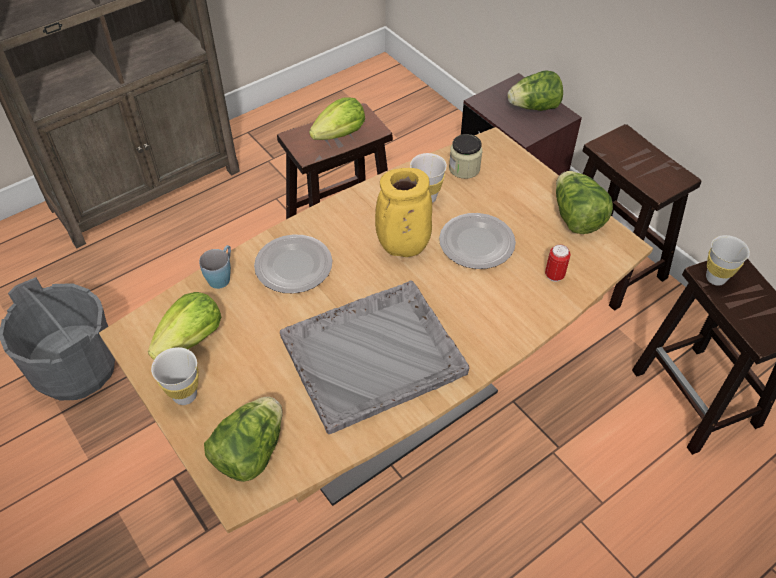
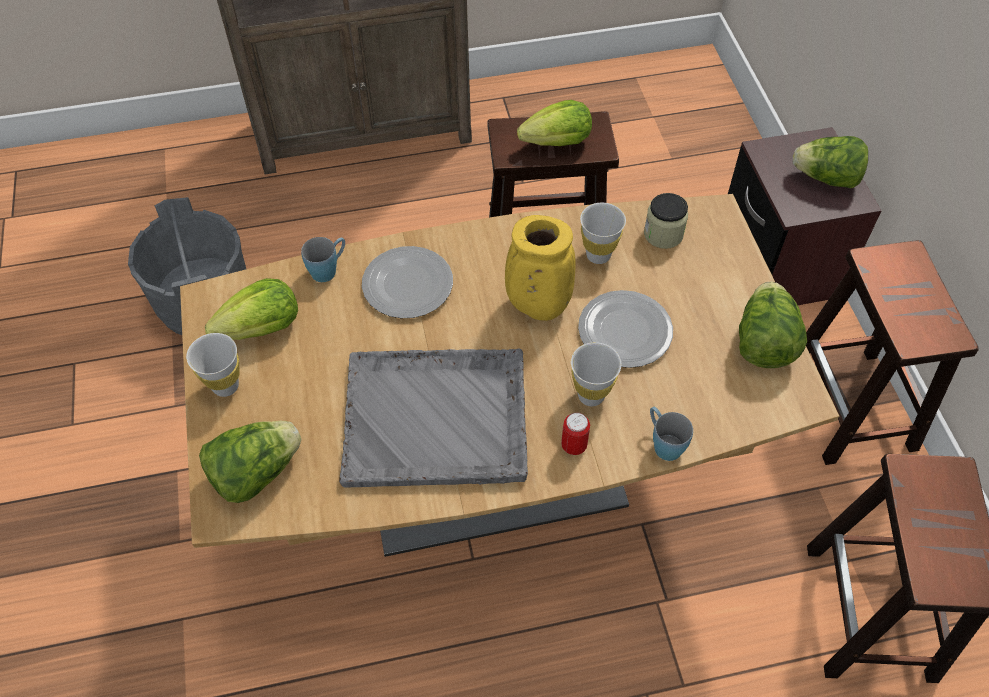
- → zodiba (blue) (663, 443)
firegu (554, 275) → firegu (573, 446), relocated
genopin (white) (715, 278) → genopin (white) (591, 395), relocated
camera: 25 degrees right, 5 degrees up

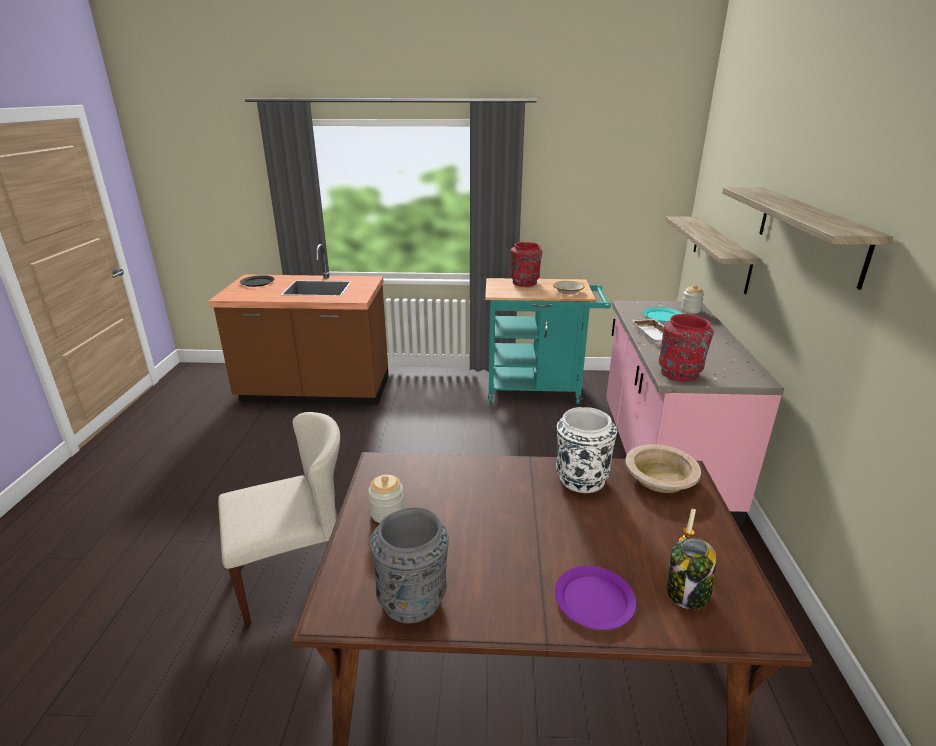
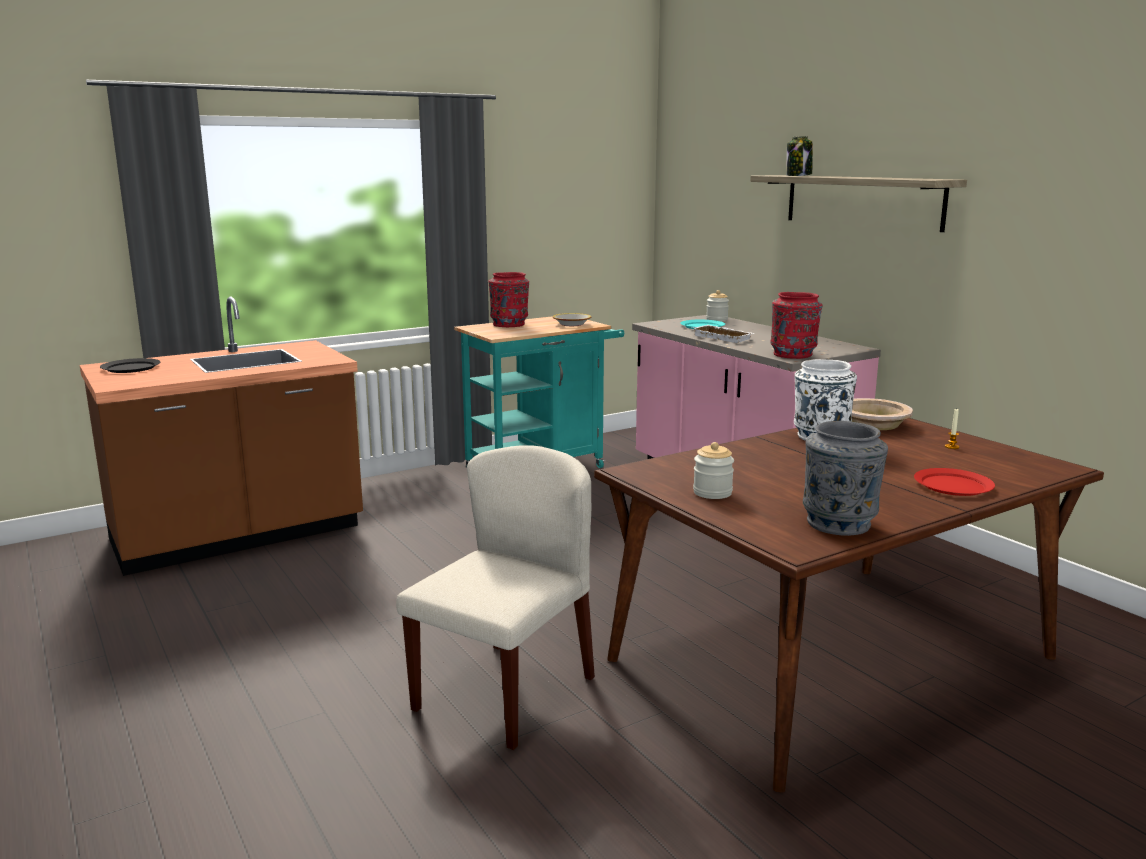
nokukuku (720, 252) → -
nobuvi (687, 593) → nobuvi (799, 175), relocated
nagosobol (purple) (594, 599) → nagosobol (red) (952, 485)
camera: 35 degrees left, 10 degrees down

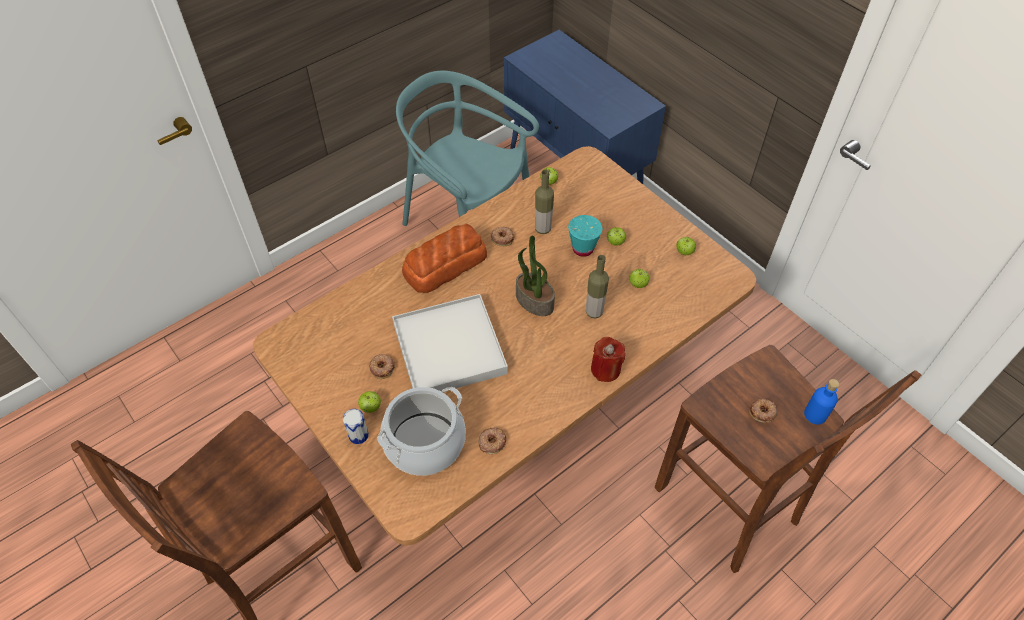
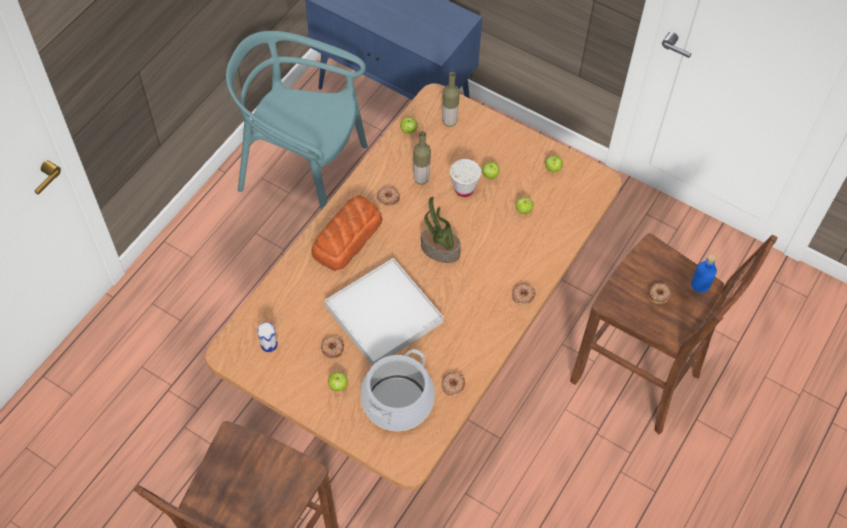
firegu (358, 435) → firegu (269, 344), relocated
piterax (594, 312) → piterax (449, 121), relocated
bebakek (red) (605, 369) → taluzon (523, 295)
genopin (turquoise) (583, 249) → genopin (white) (464, 189)
camera: 20 degrees left, 5 degrees up

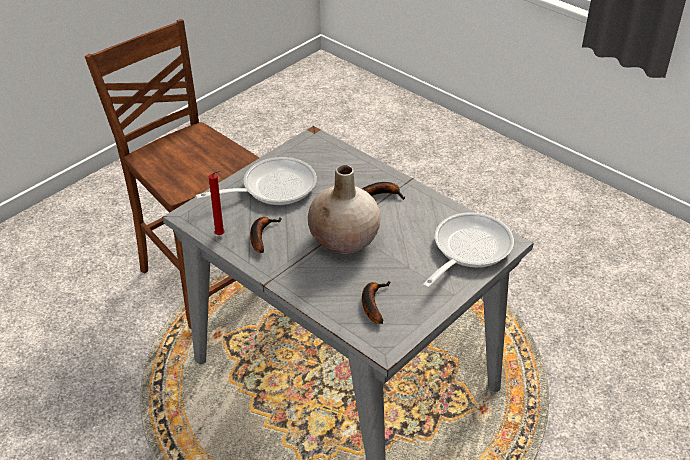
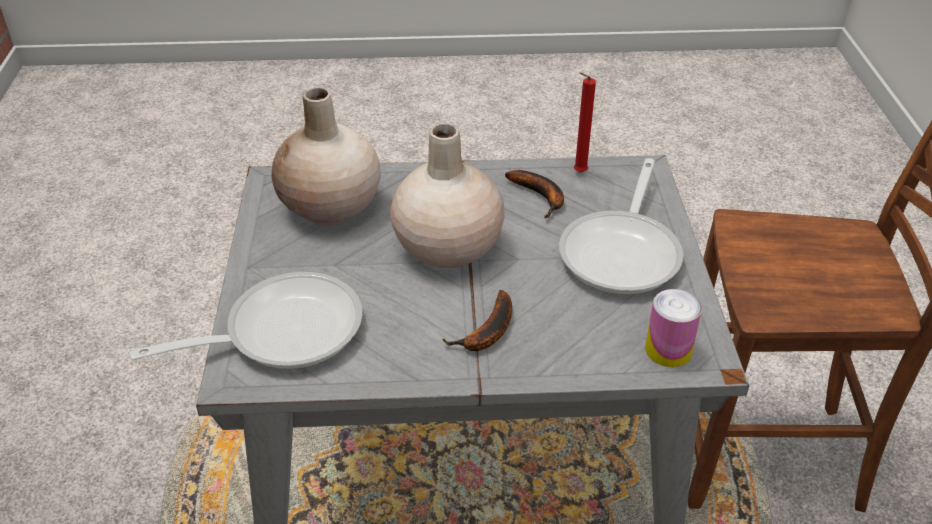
- → firegu (668, 350)
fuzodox (372, 303) → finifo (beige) (330, 207)
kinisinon (467, 250) → kinisinon (282, 331), 105 degrees counterclockwise
camera: 135 degrees right, 0 degrees up

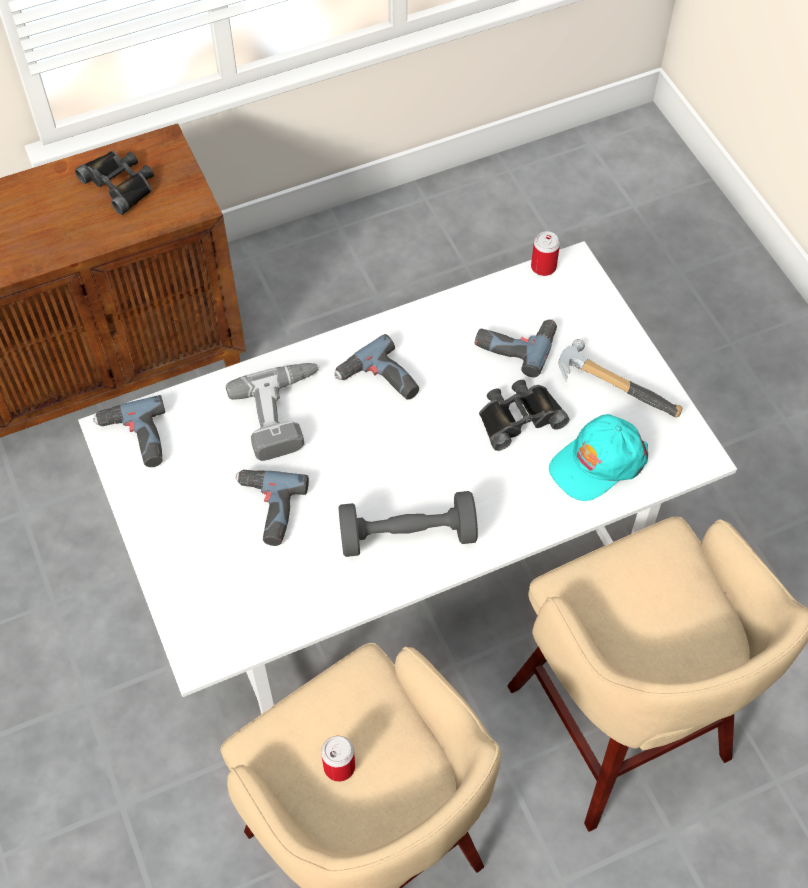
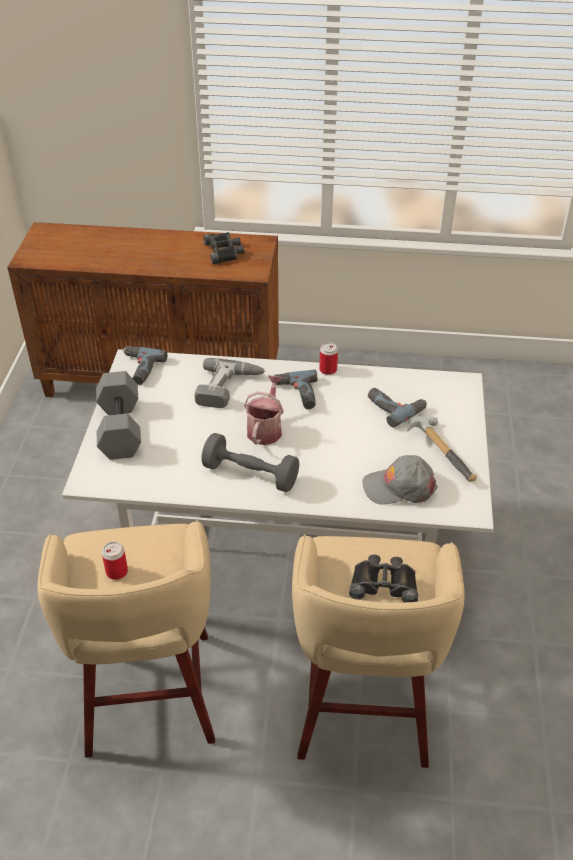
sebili (266, 510) → -
- → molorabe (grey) (118, 428)
- → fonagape (266, 428)
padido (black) (518, 417) → padido (black) (383, 583), relocated
firegu (543, 267) → firegu (328, 370), relocated
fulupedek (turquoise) (597, 462) → fulupedek (grey) (399, 487)
camera: 30 degrees right, 15 degrees down

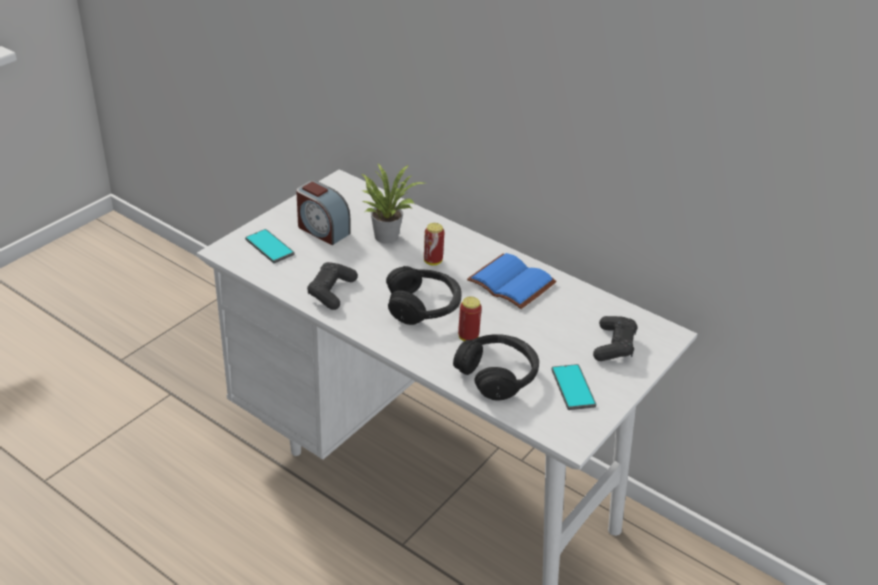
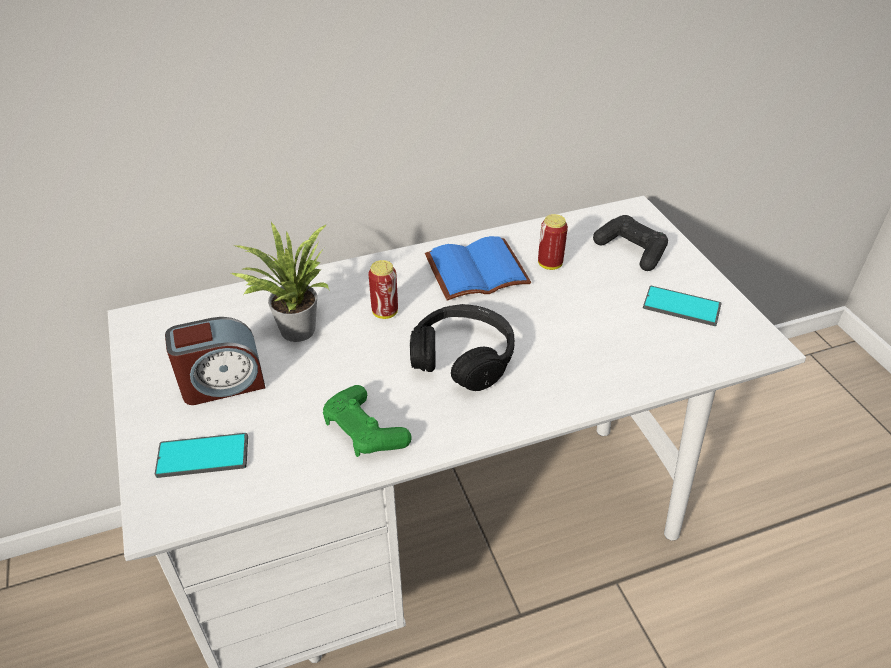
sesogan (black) (497, 375) → -
firegu (468, 337) → firegu (550, 264), relocated
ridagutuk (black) (331, 291) → ridagutuk (green) (364, 431)
camera: 55 degrees left, 5 degrees up

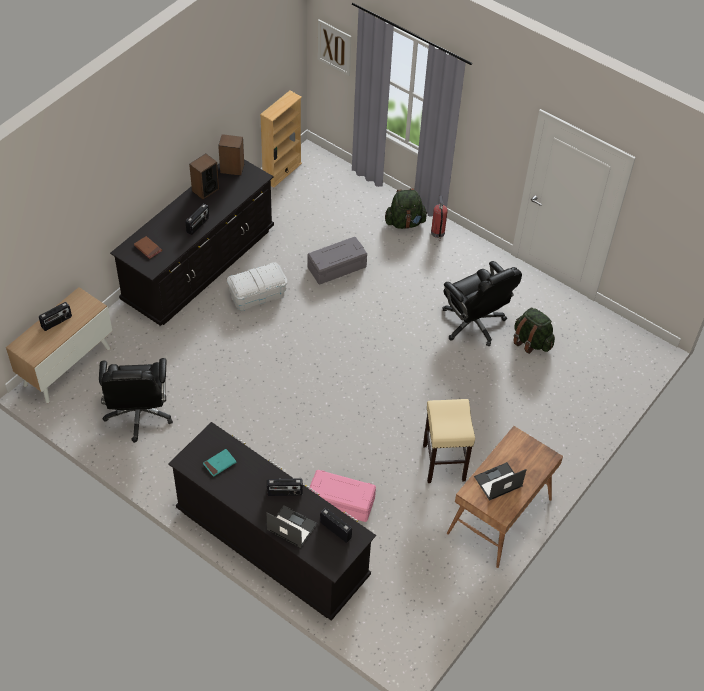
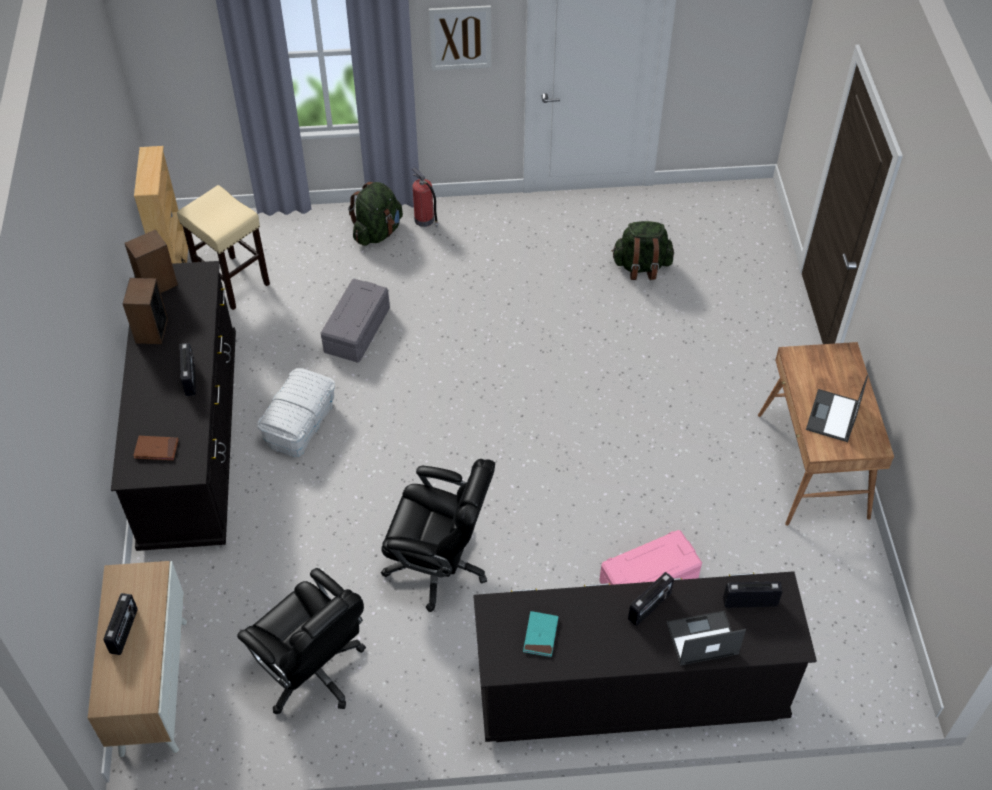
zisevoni (334, 47) → zisevoni (460, 37), relocated
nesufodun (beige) (443, 462) → nesufodun (beige) (232, 282), relocated
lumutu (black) (474, 324) → lumutu (black) (439, 565), relocated
camera: 40 degrees left, 0 degrees up

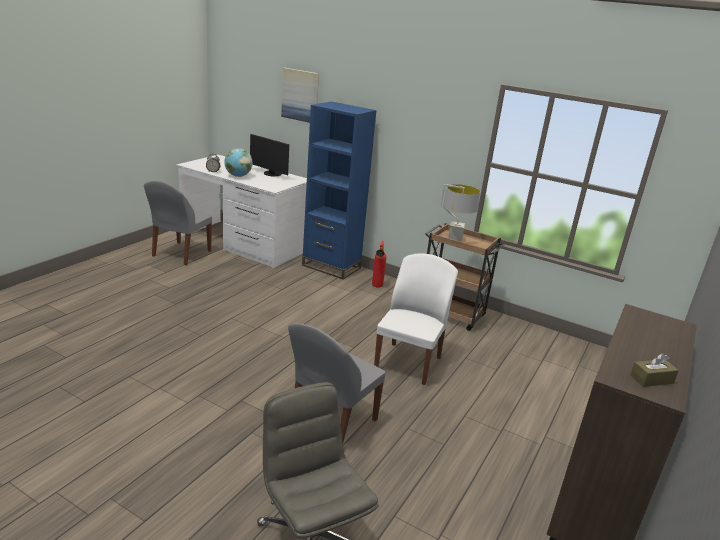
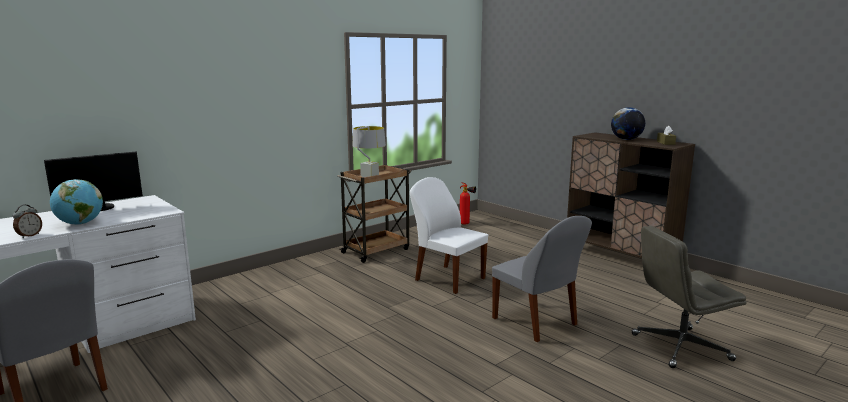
zisevoni (300, 95) → -
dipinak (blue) (331, 267) → -
- → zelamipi (626, 139)
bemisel (376, 287) → bemisel (466, 224), relocated
camera: 70 degrees left, 10 degrees down

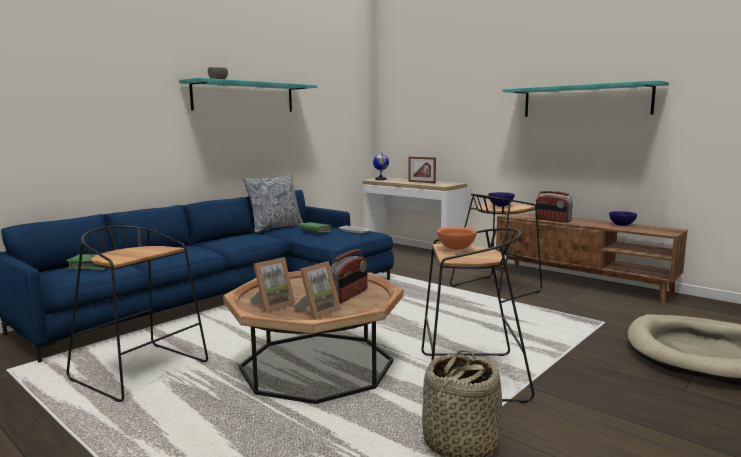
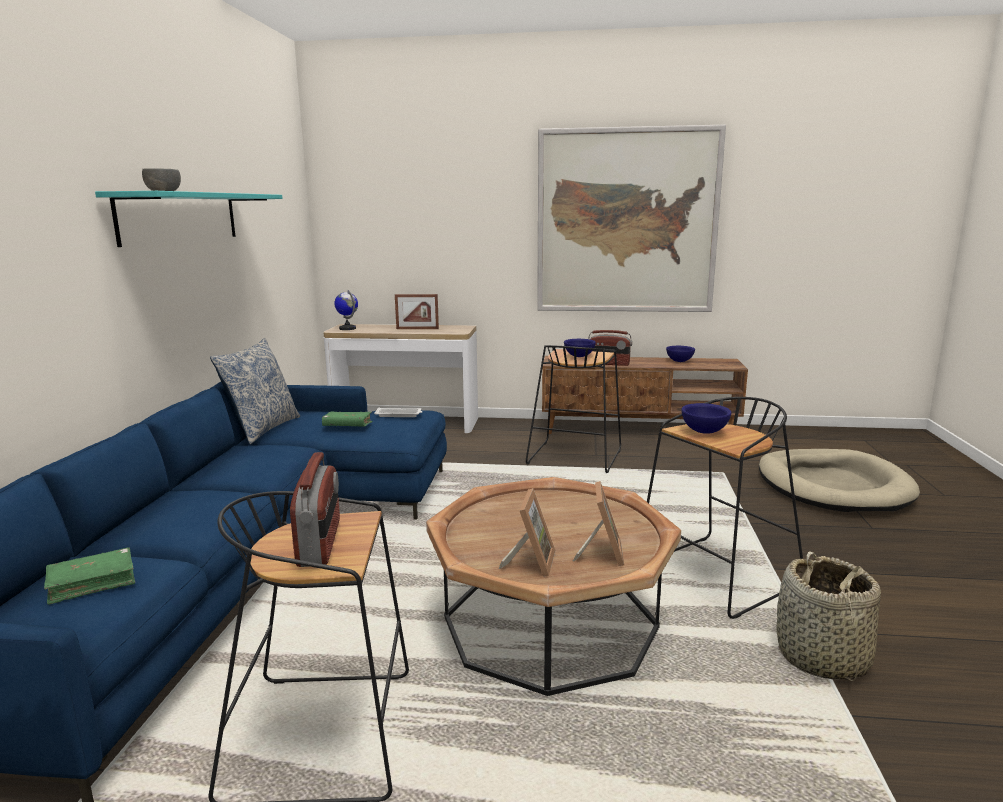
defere (349, 295) → defere (320, 543), relocated
nokukuku (turquoise) (585, 101) → zisevoni (626, 222)
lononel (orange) (457, 249) → lononel (blue) (704, 431)
camera: 35 degrees left, 5 degrees up

